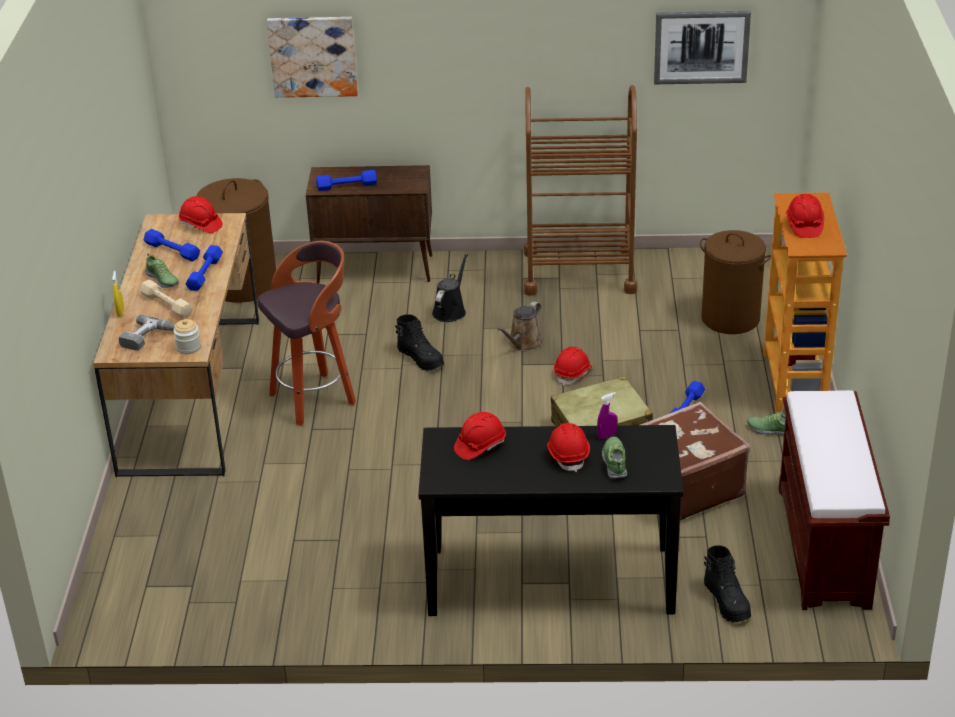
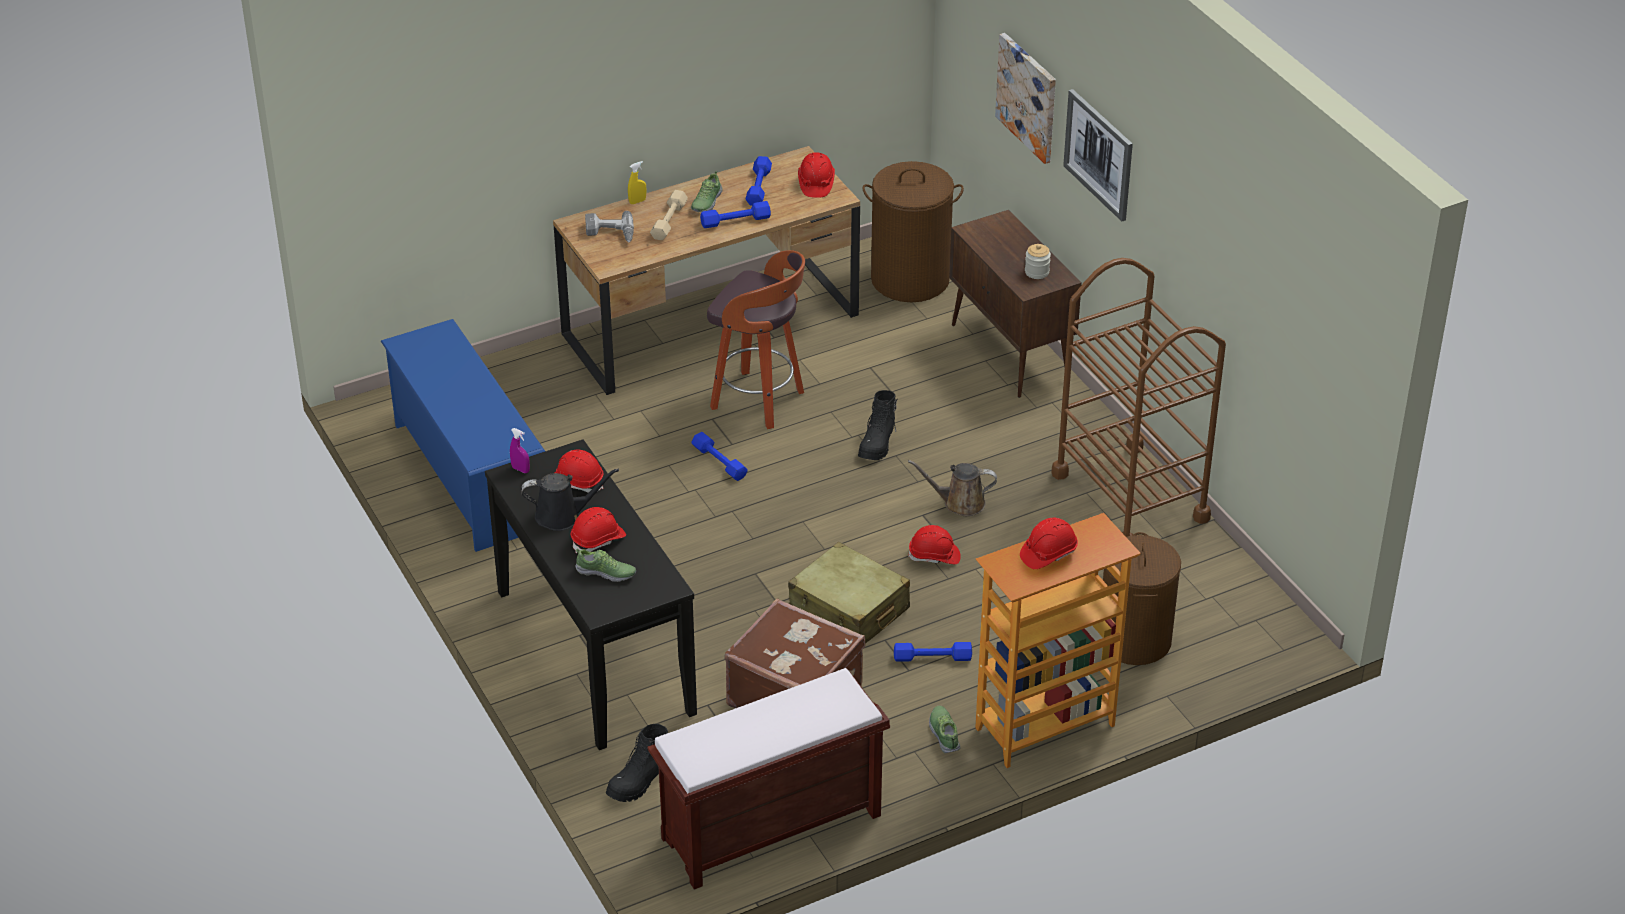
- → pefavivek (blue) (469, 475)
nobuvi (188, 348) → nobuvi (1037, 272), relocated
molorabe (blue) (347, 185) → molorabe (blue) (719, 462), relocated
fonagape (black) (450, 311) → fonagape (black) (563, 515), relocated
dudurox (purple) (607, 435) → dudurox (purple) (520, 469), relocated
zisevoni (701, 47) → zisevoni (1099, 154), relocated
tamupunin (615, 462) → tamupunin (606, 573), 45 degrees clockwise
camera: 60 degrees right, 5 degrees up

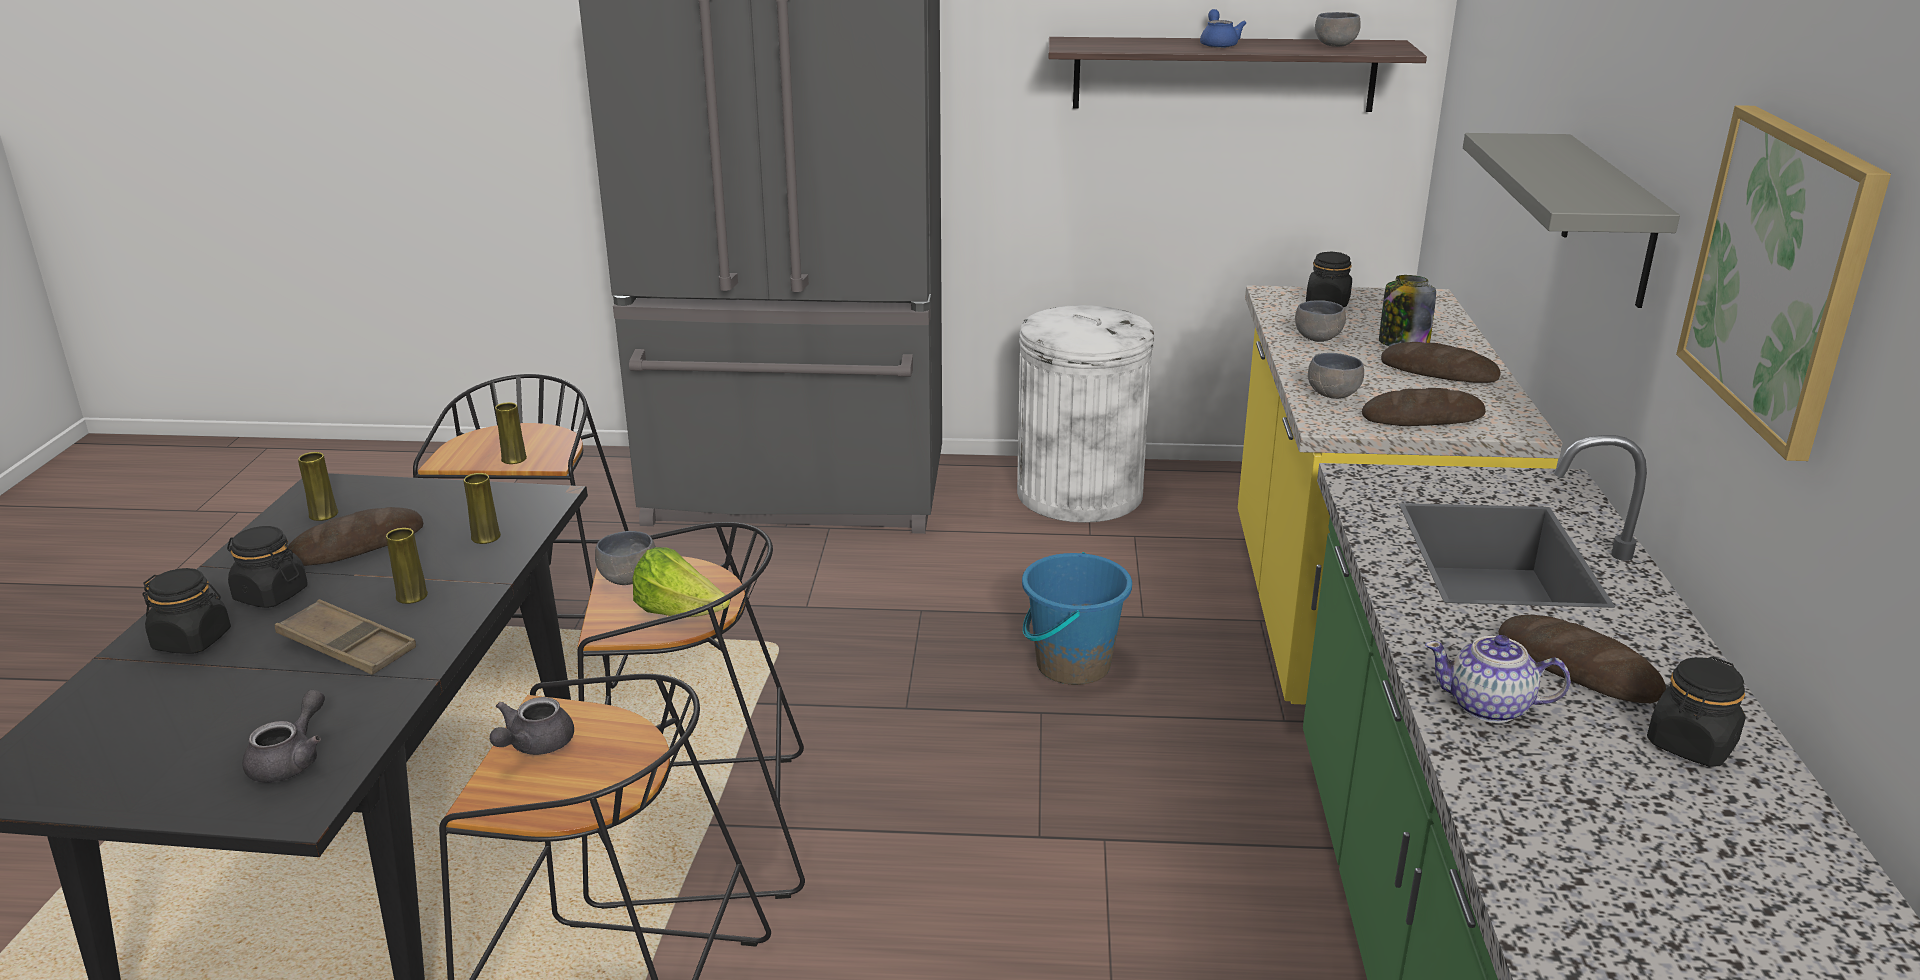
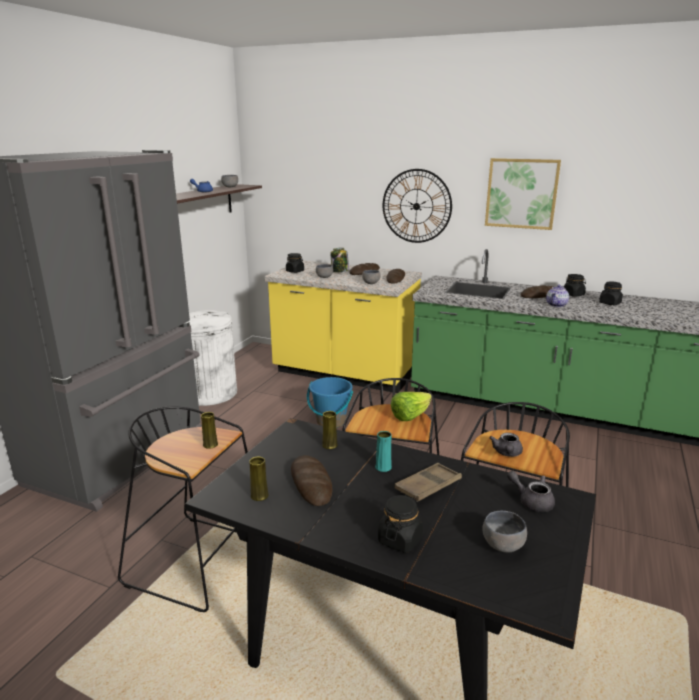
nobuvi (black) (270, 594) → nobuvi (black) (610, 303), relocated
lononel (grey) (628, 578) → lononel (grey) (501, 545), relocated
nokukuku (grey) (1610, 220) → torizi (416, 206)
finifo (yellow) (411, 596) → finifo (turquoise) (383, 467)
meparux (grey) (534, 745) → meparux (grey) (507, 453), 60 degrees clockwise
camera: 70 degrees left, 5 degrees down

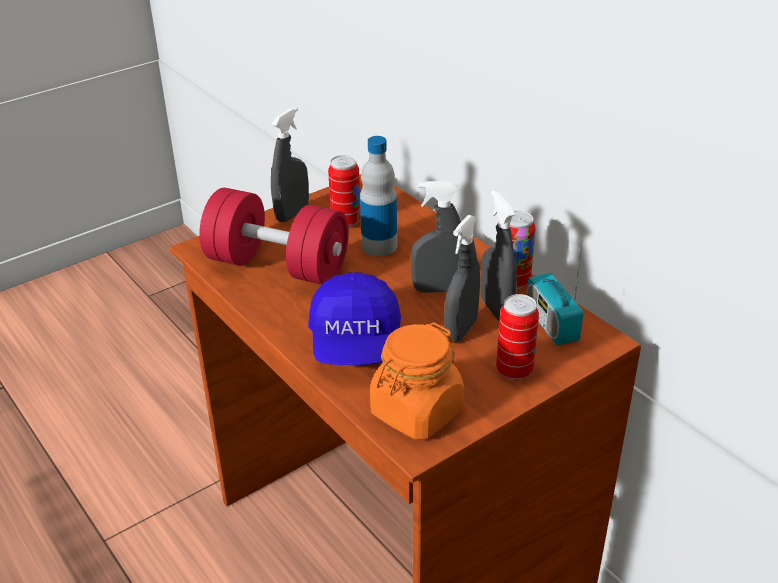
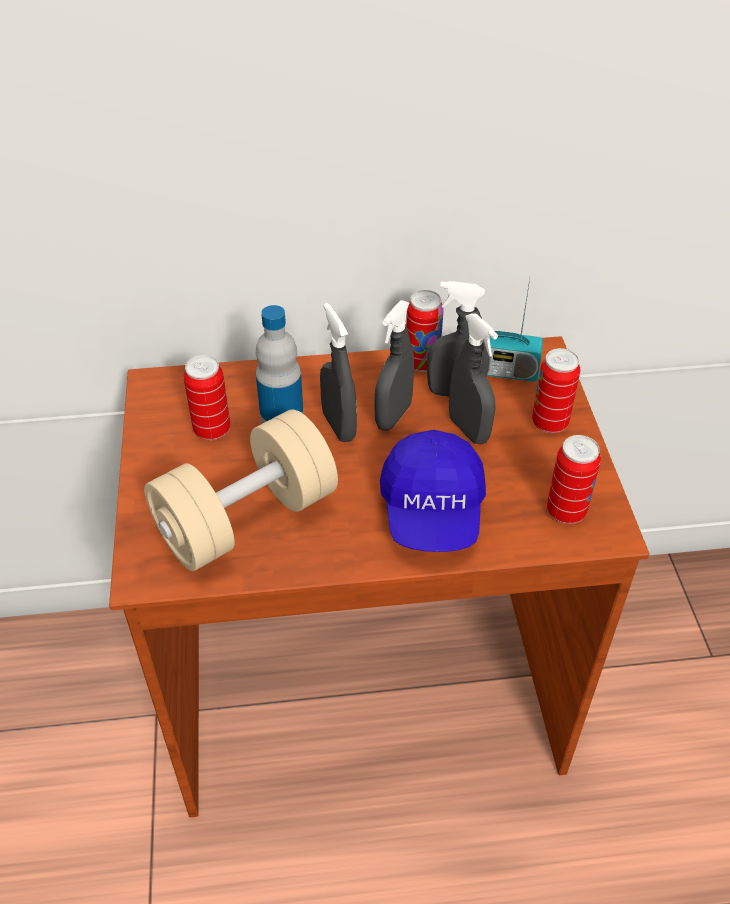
dudurox (grey) (292, 213) → dudurox (grey) (338, 426), relocated
nobuvi (orange) (416, 412) → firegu (566, 511)
molorabe (red) (278, 266) → molorabe (beige) (247, 518)
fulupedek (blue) (354, 342) → fulupedek (blue) (432, 511), 60 degrees clockwise
camera: 60 degrees left, 10 degrees up

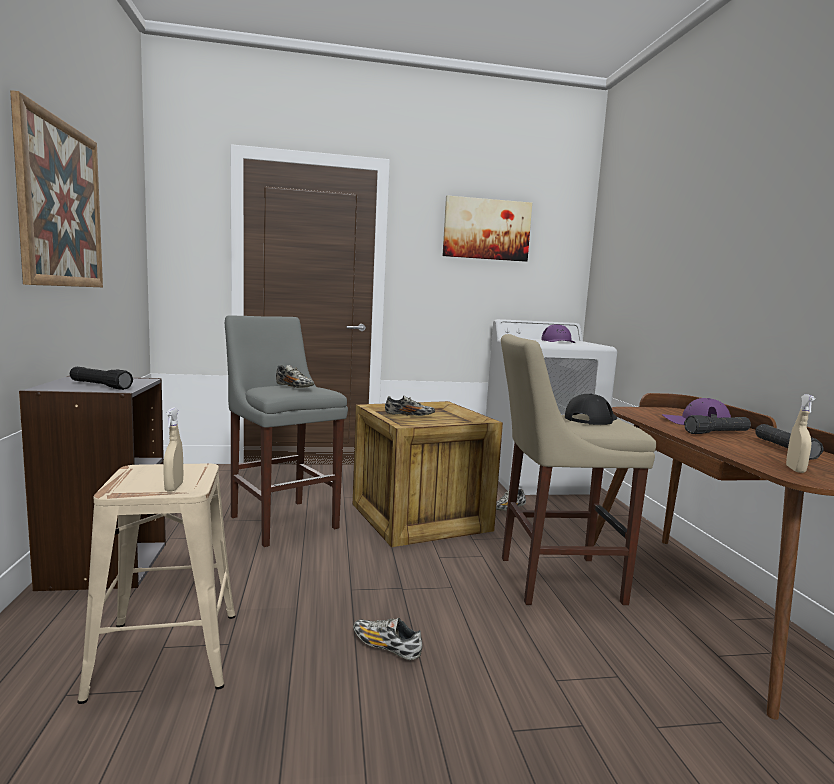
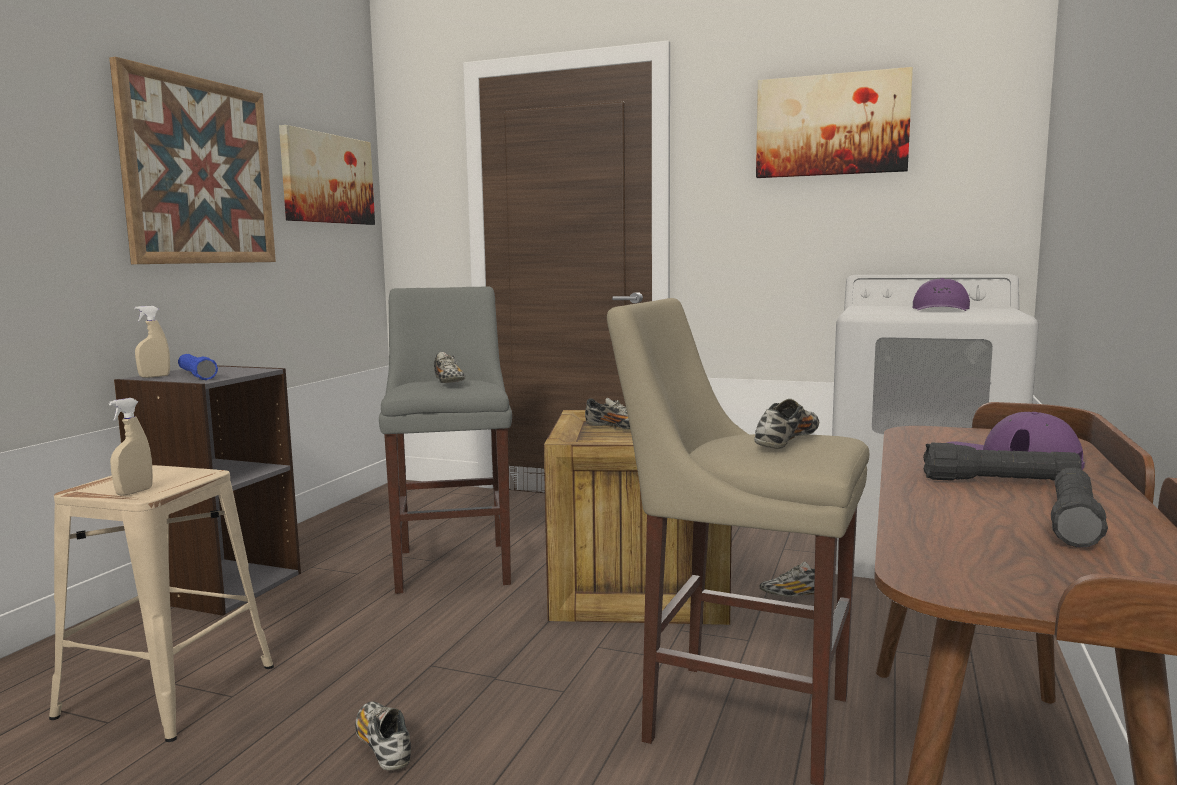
- → zisevoni (327, 179)
dudurox (beige) (795, 470) → dudurox (beige) (154, 376), relocated
fulupedek (black) (591, 418) → tamupunin (787, 442)
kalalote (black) (100, 386) → kalalote (blue) (197, 376)
camera: 30 degrees right, 0 degrees up

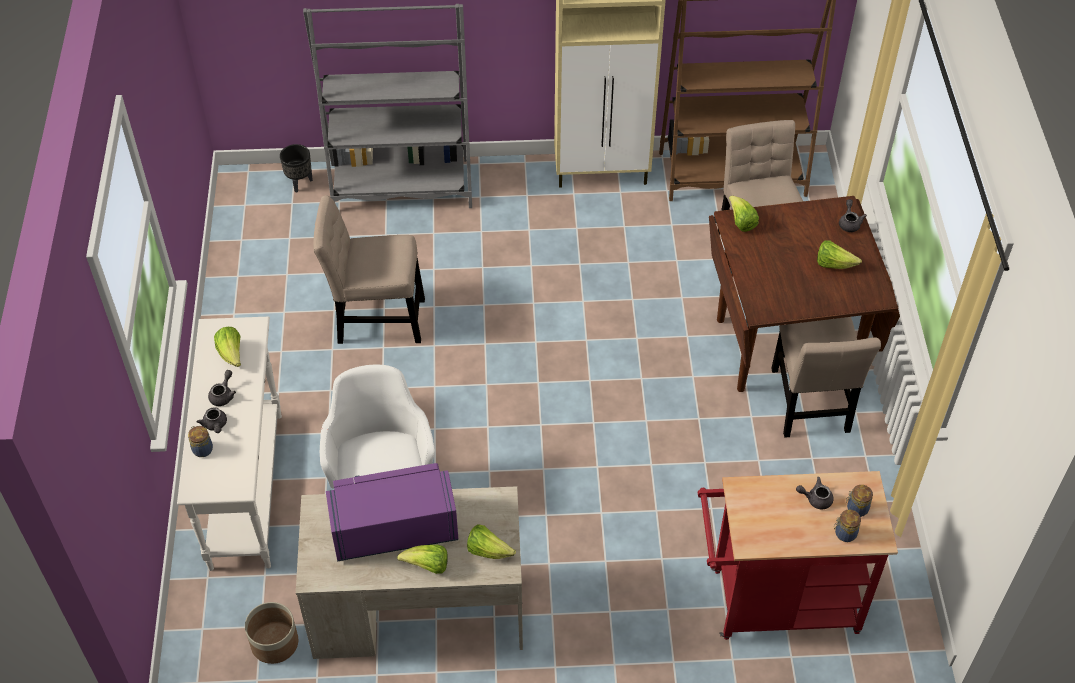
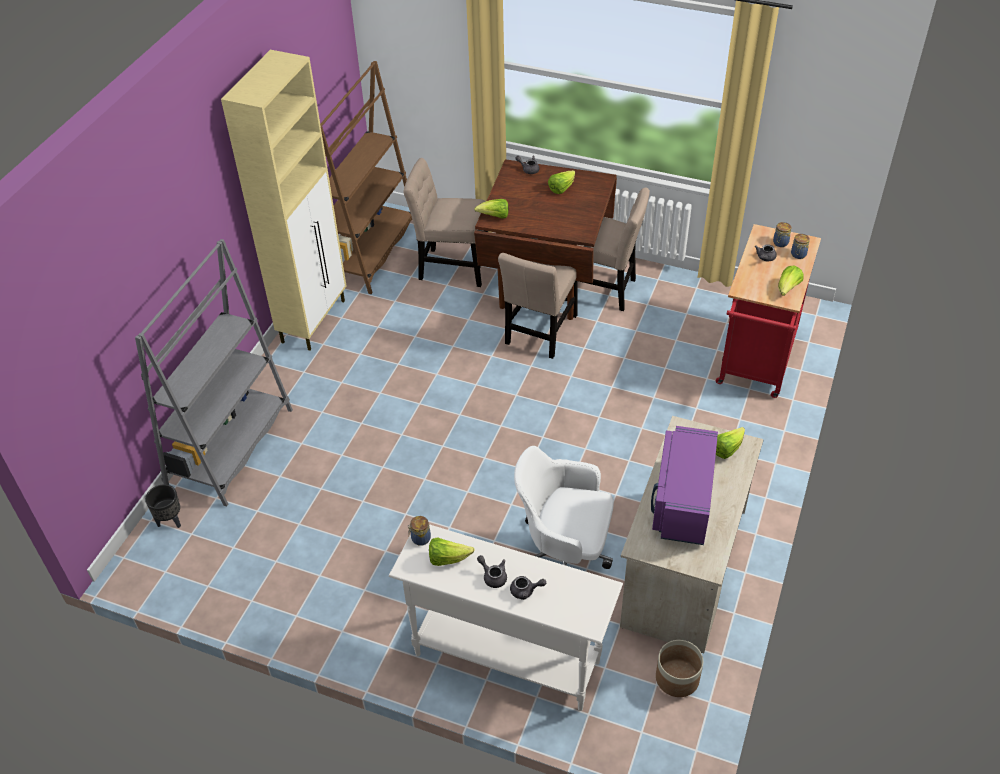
nobuvi (202, 449) → nobuvi (420, 539), relocated
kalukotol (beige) (375, 319) → kalukotol (beige) (540, 333), relocated
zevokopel (427, 566) → zevokopel (787, 289), relocated
camera: 65 degrees left, 5 degrees down

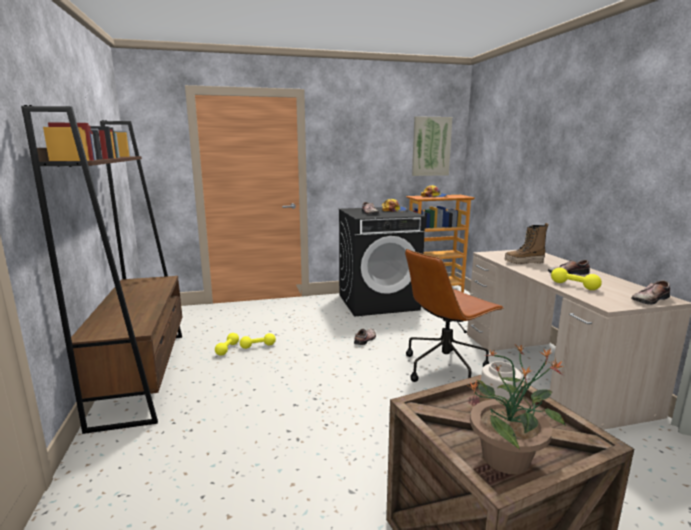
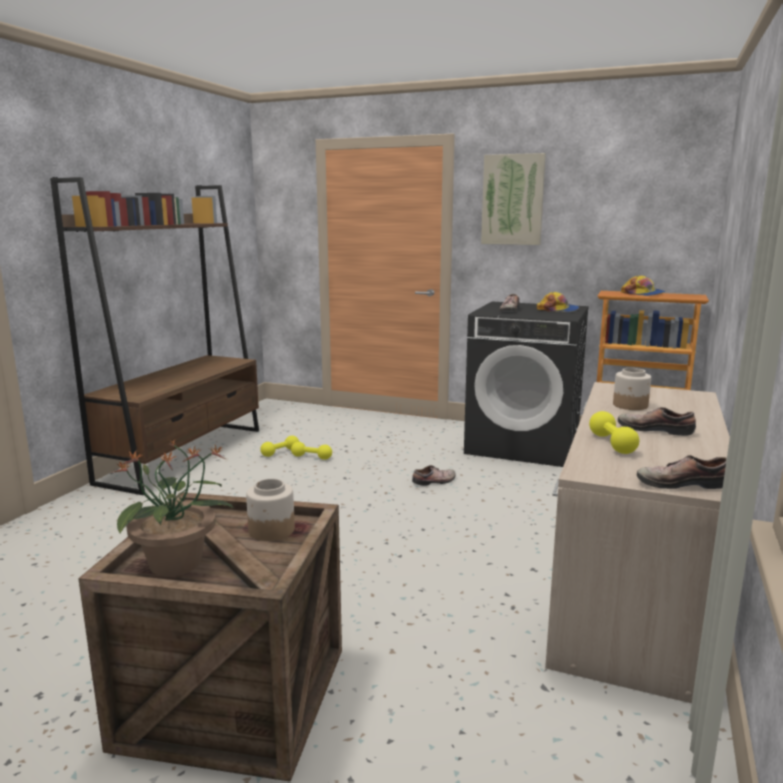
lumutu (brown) (445, 367) → -
zisevoni (431, 146) → zisevoni (513, 200), relocated
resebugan (524, 262) → nobuvi (630, 405)
camera: 35 degrees right, 0 degrees up

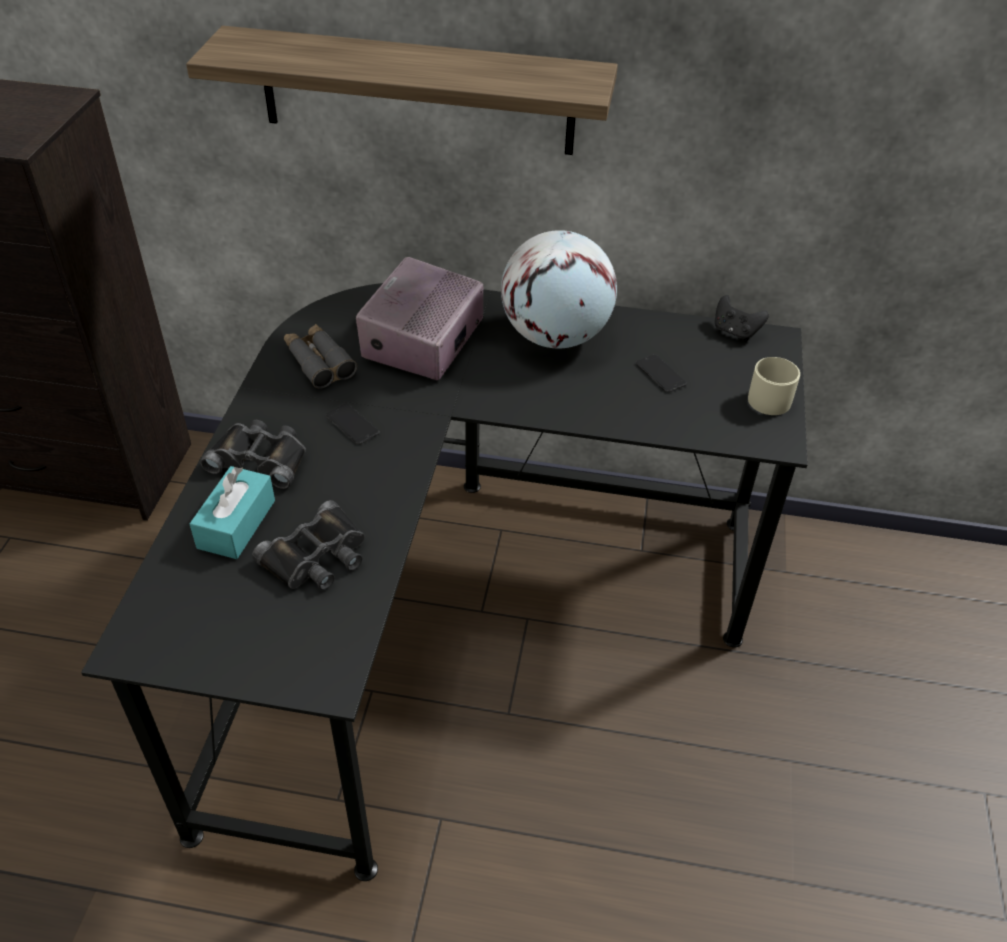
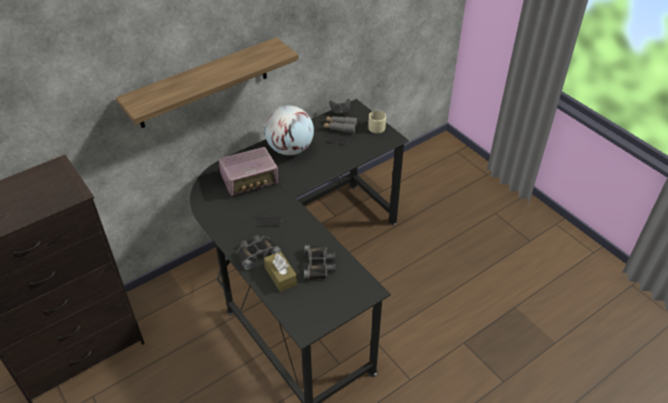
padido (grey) (319, 362) → padido (grey) (340, 127), relocated
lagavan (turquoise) (236, 524) → lagavan (brown) (280, 276)
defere (422, 340) → defere (250, 179), 90 degrees counterclockwise
camera: 45 degrees left, 0 degrees up

